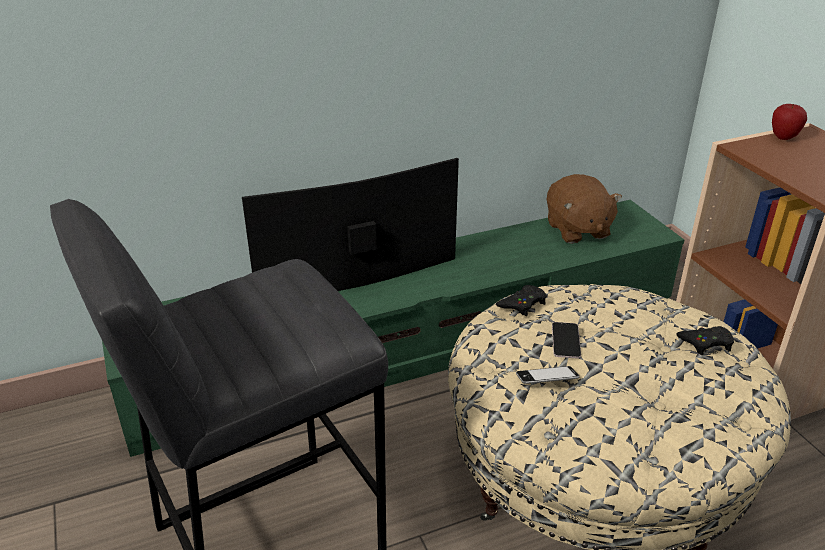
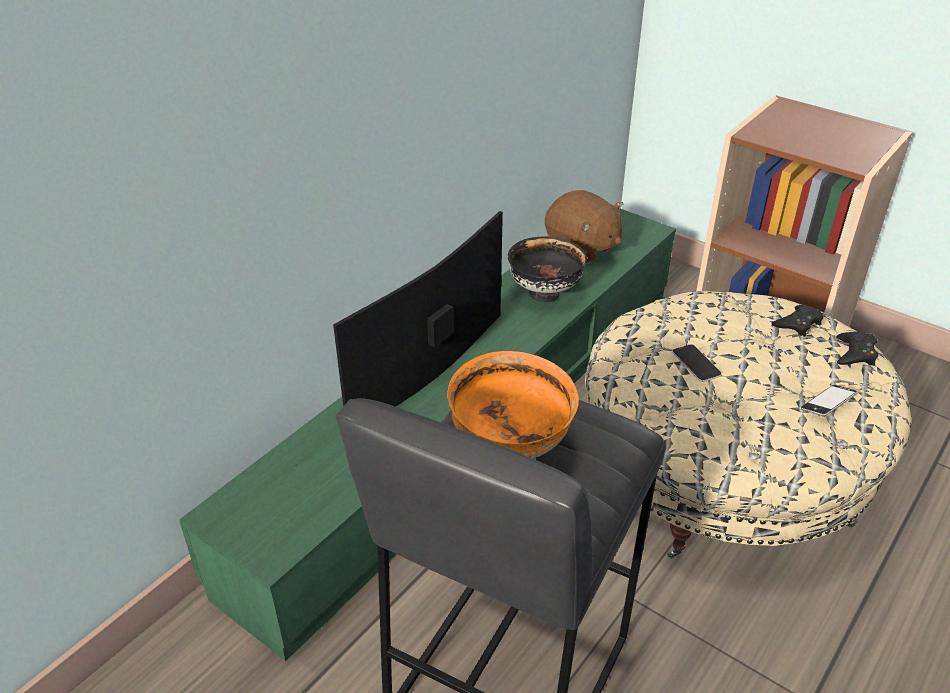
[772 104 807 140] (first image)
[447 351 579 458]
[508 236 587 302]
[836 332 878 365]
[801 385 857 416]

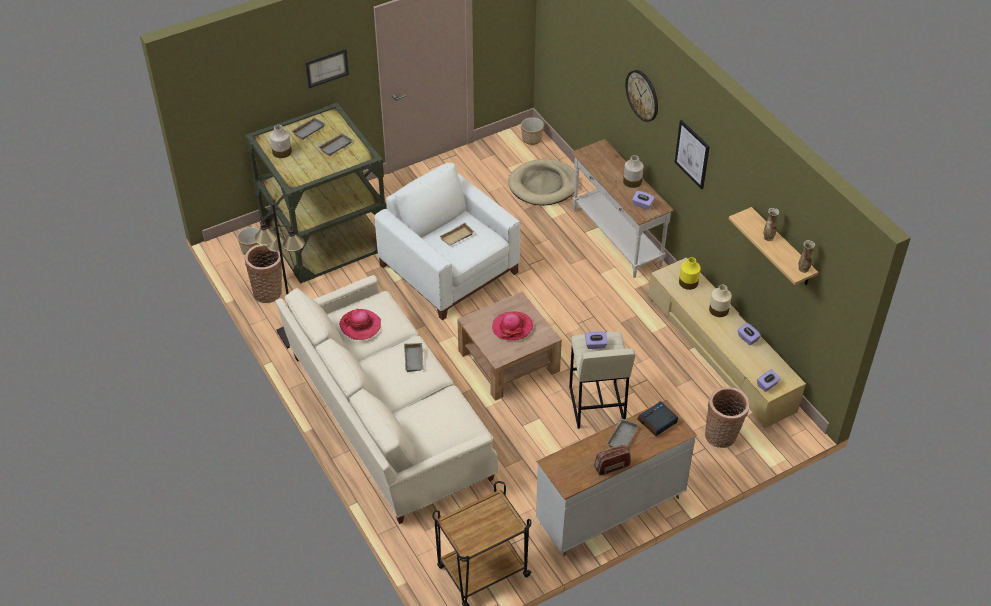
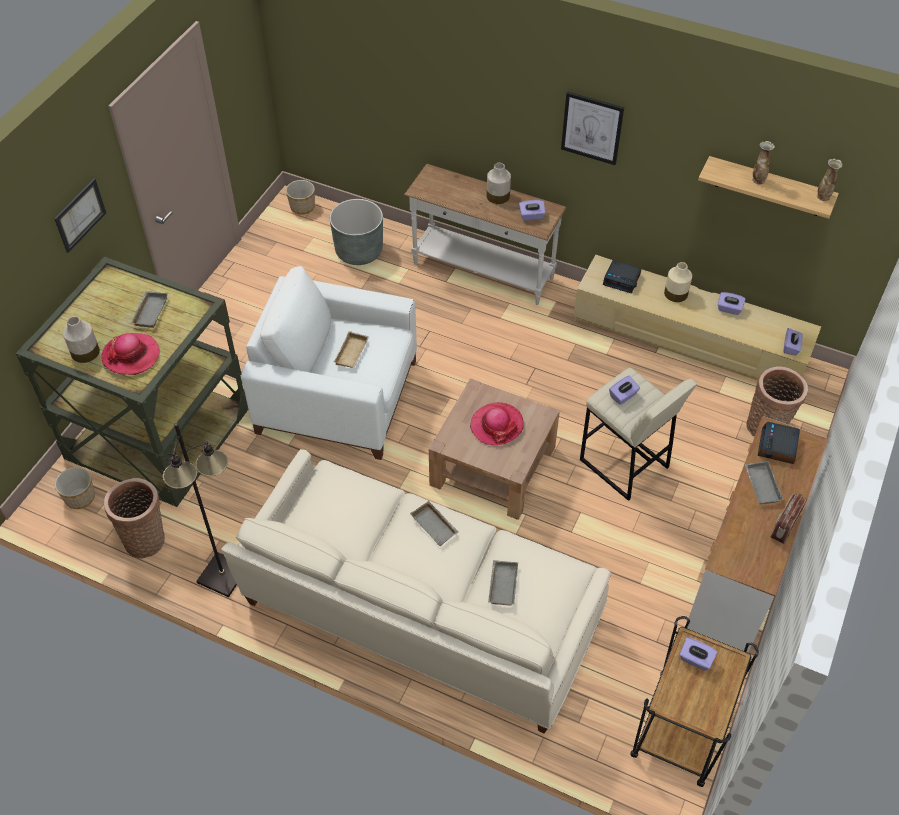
[626 70 658 122] (first image)
[679 637 717 671]
[488 560 518 605]
[101 333 160 375]
[330 199 383 265]
[603 260 642 293]

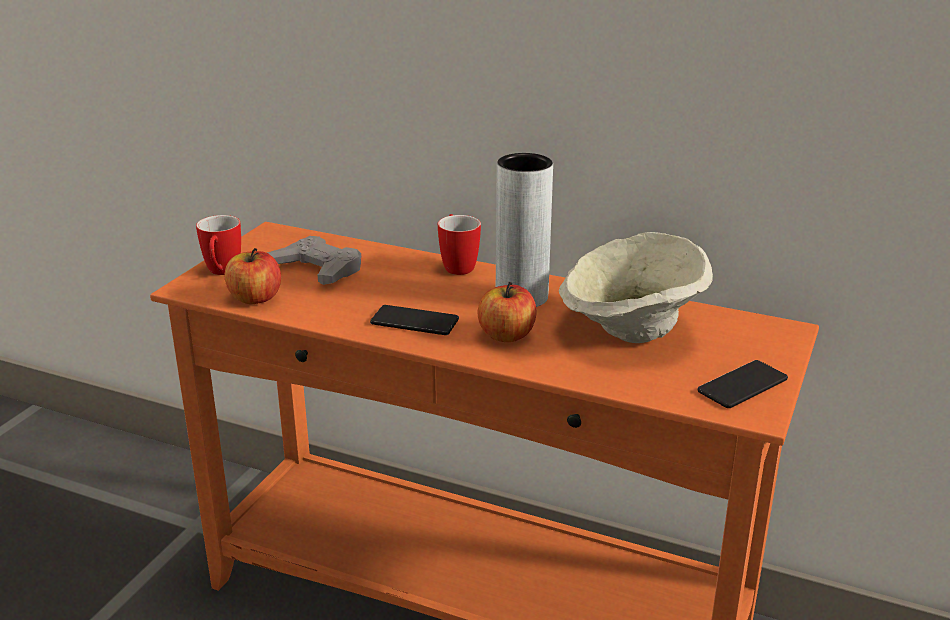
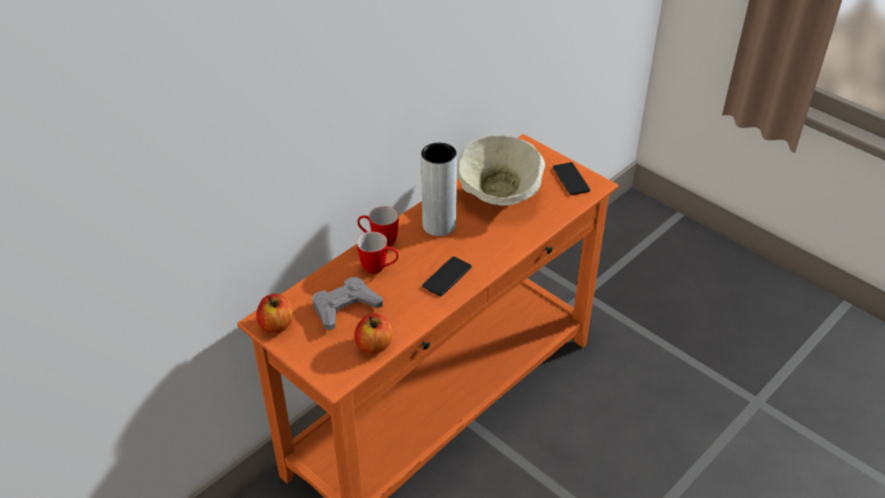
[357 232 399 274]
[256 294 293 334]

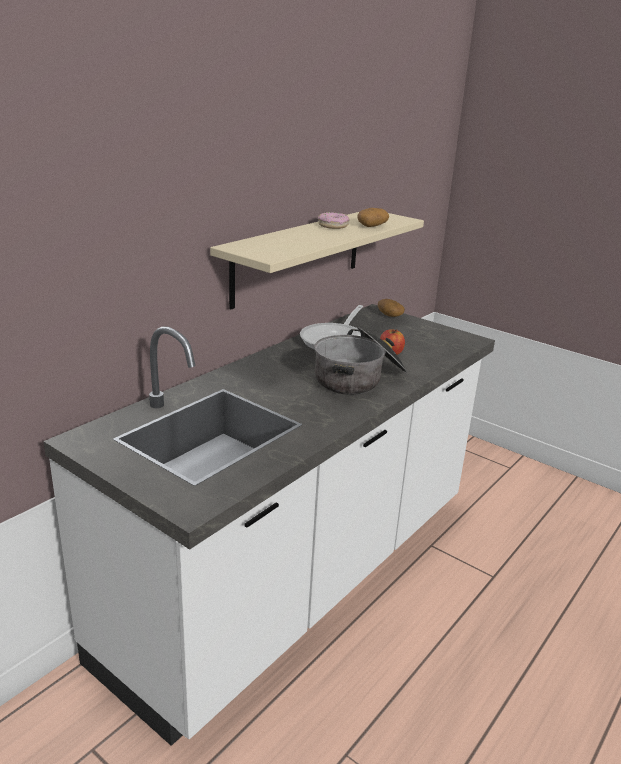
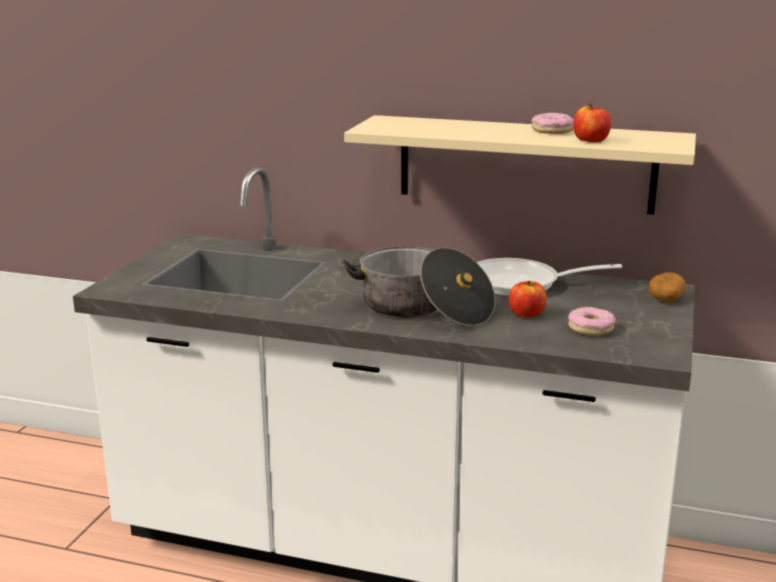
[568 307 616 336]
[573 103 611 142]

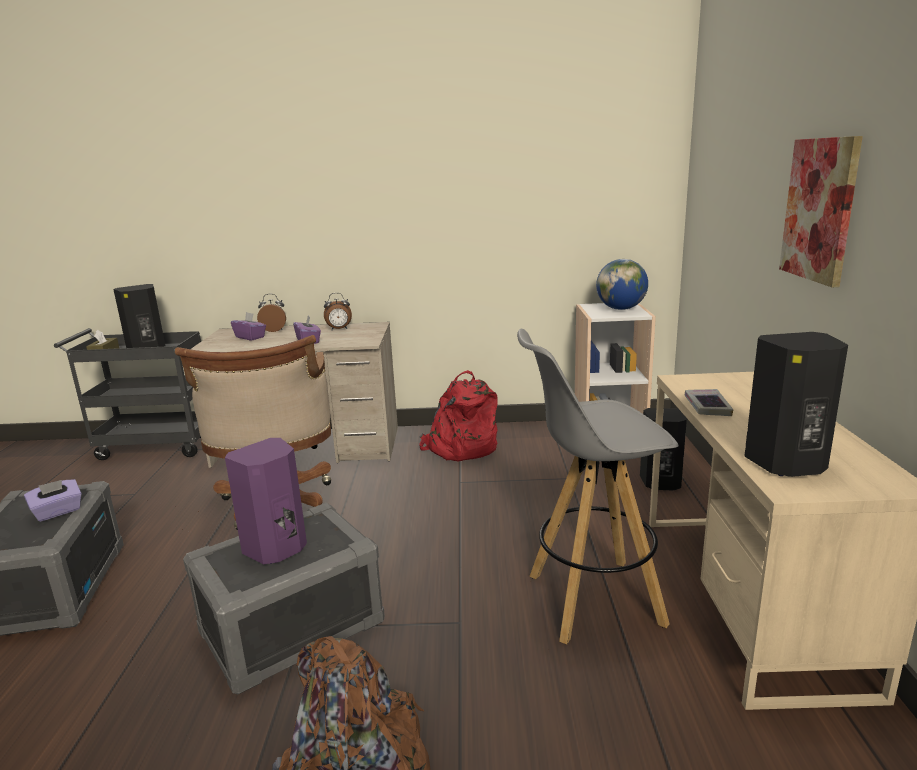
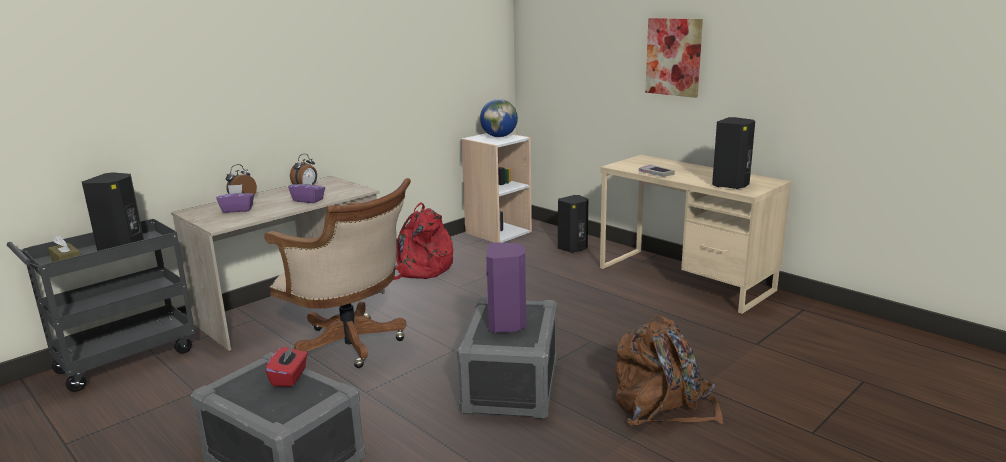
[517 329 679 644] (first image)
[265 344 308 387]

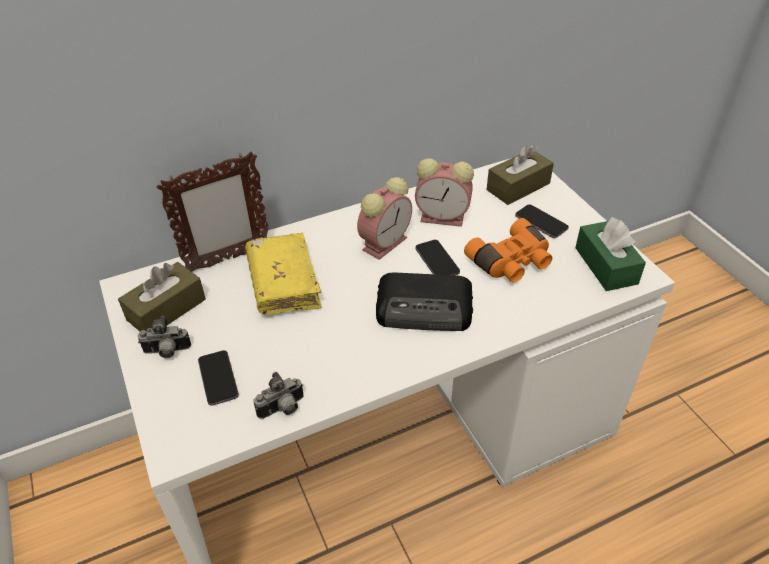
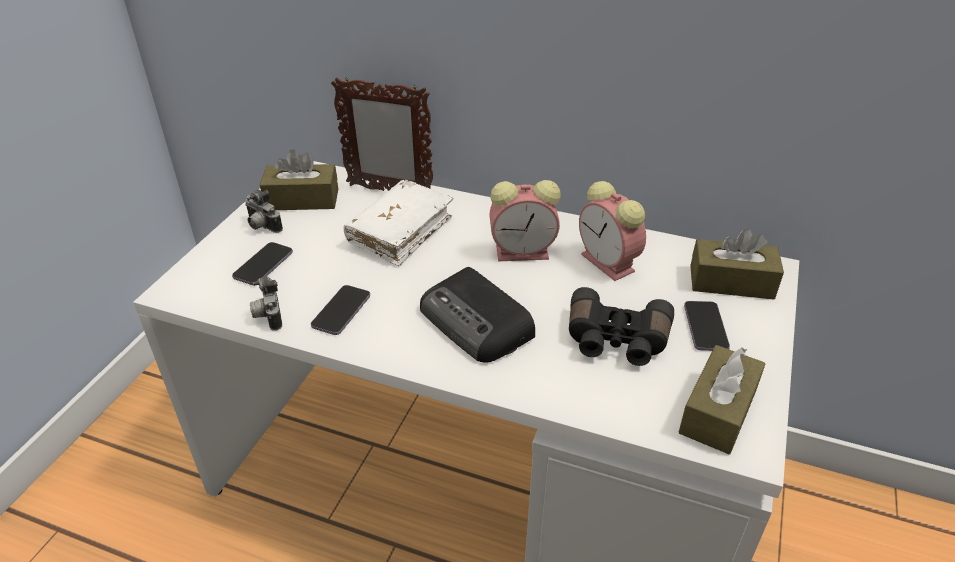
[311 285 370 335]
[344 180 453 266]
[569 287 674 366]
[678 345 766 454]
[250 276 282 331]

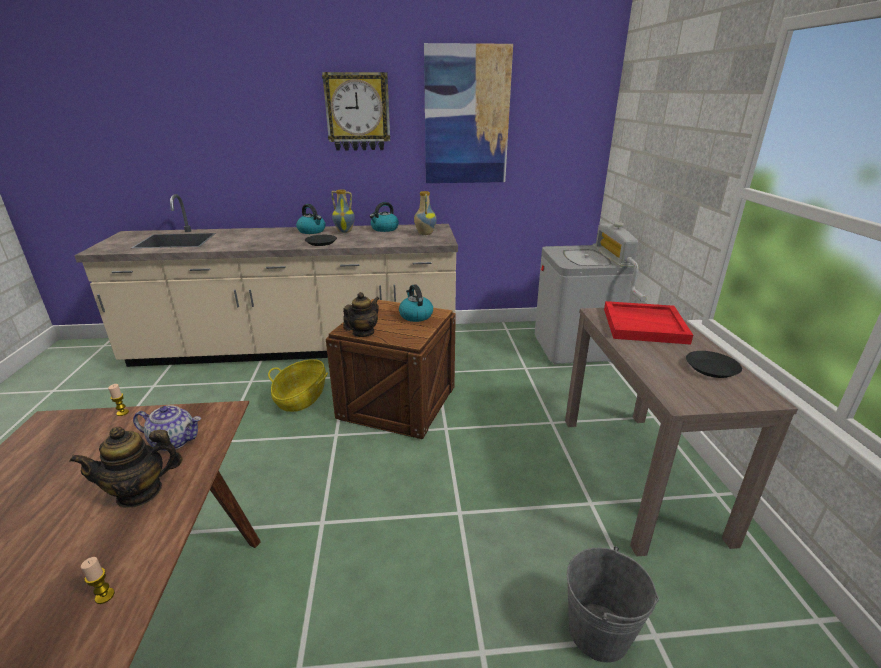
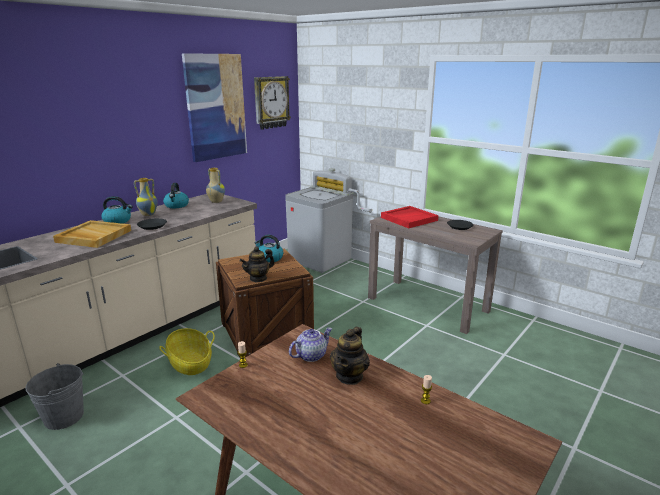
[53 220 131 248]
[254 76 291 130]
[25 363 84 430]
[240 246 275 282]

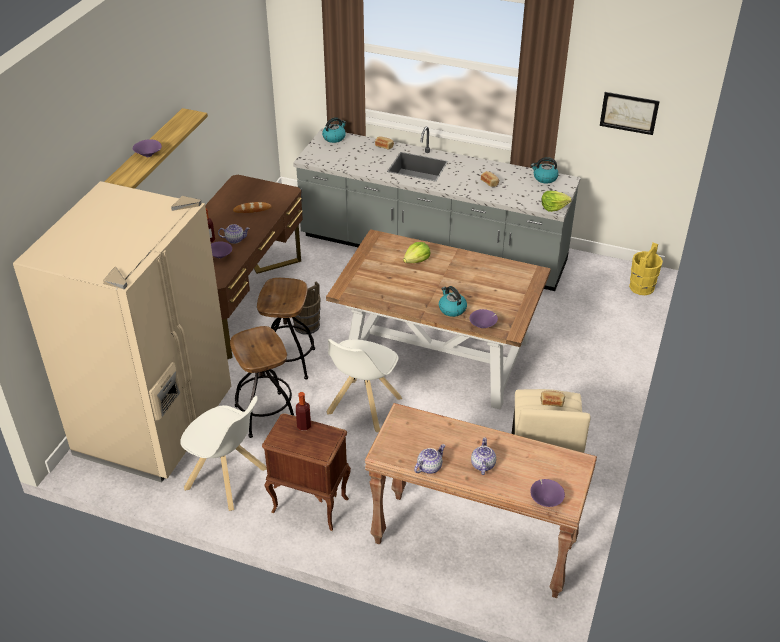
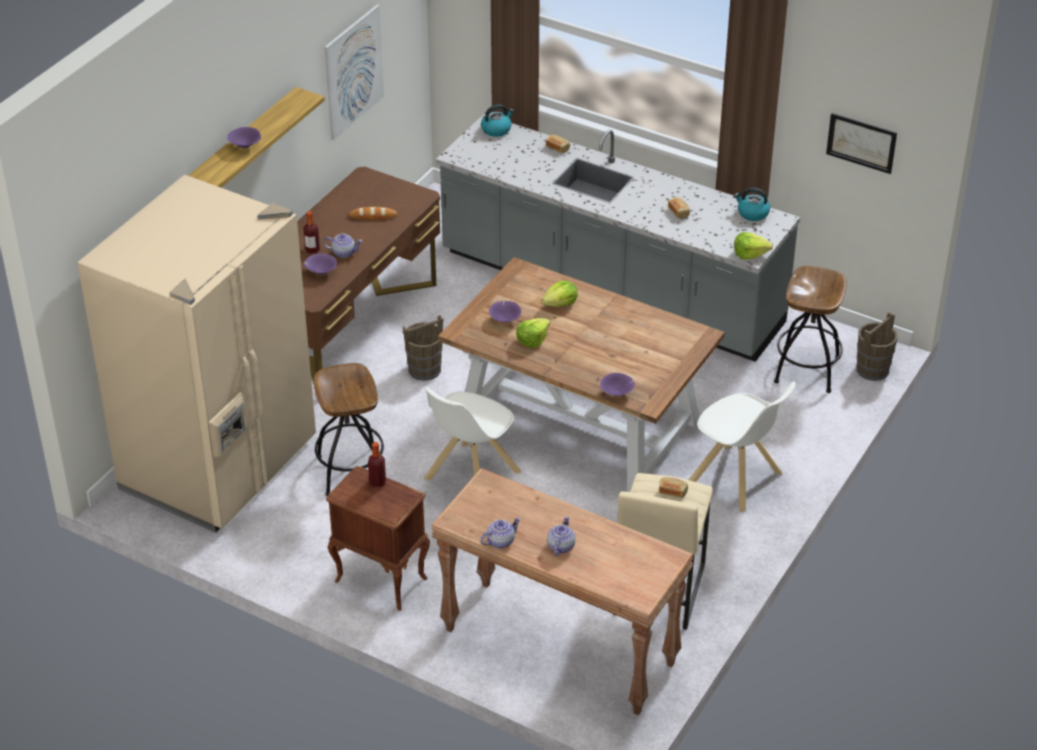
[439 286 467 317] (first image)
[324 5 384 140]
[516 318 550 348]
[689 382 796 512]
[774 266 847 393]
[489 301 521 323]
[856 312 898 381]

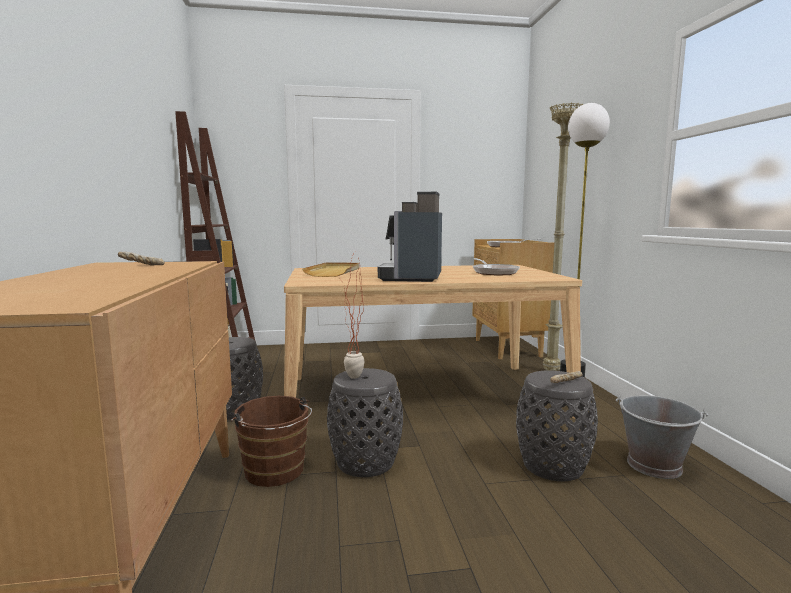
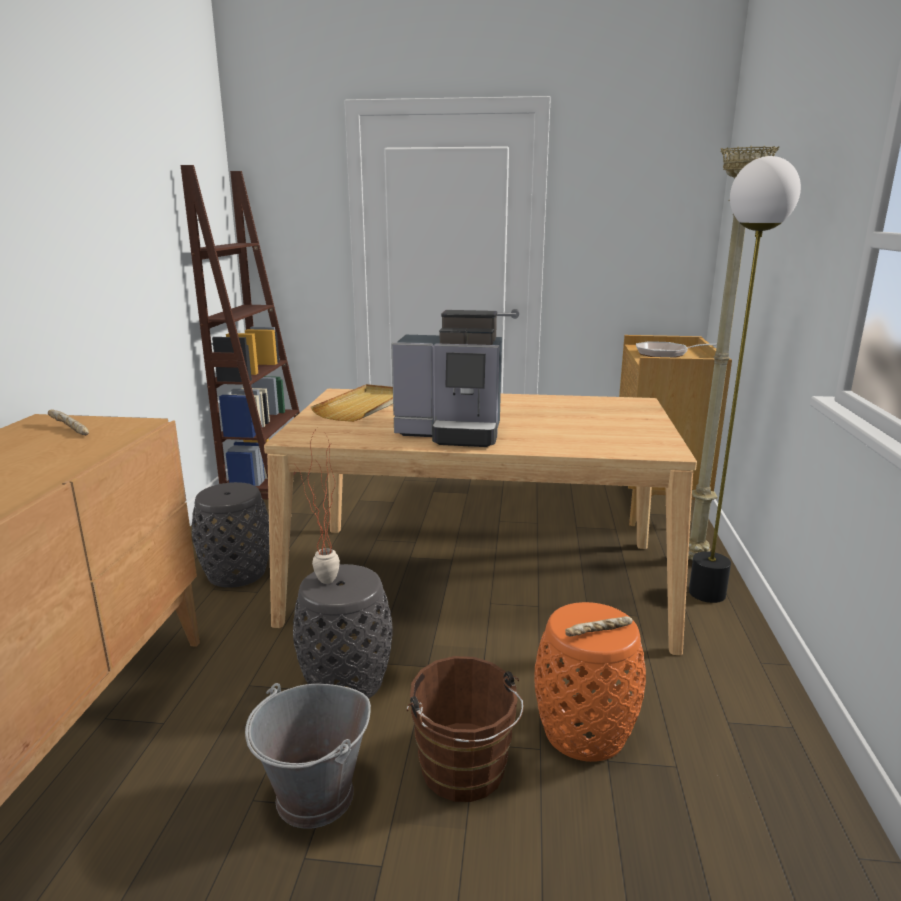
[473 258 520 276] (first image)
[407 656 524 802]
[245 683 371 829]
[534 602 646 762]
[391 310 502 447]

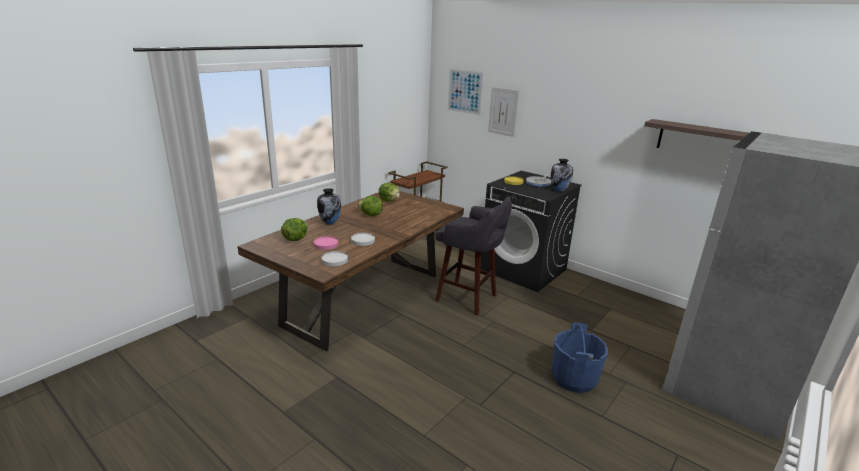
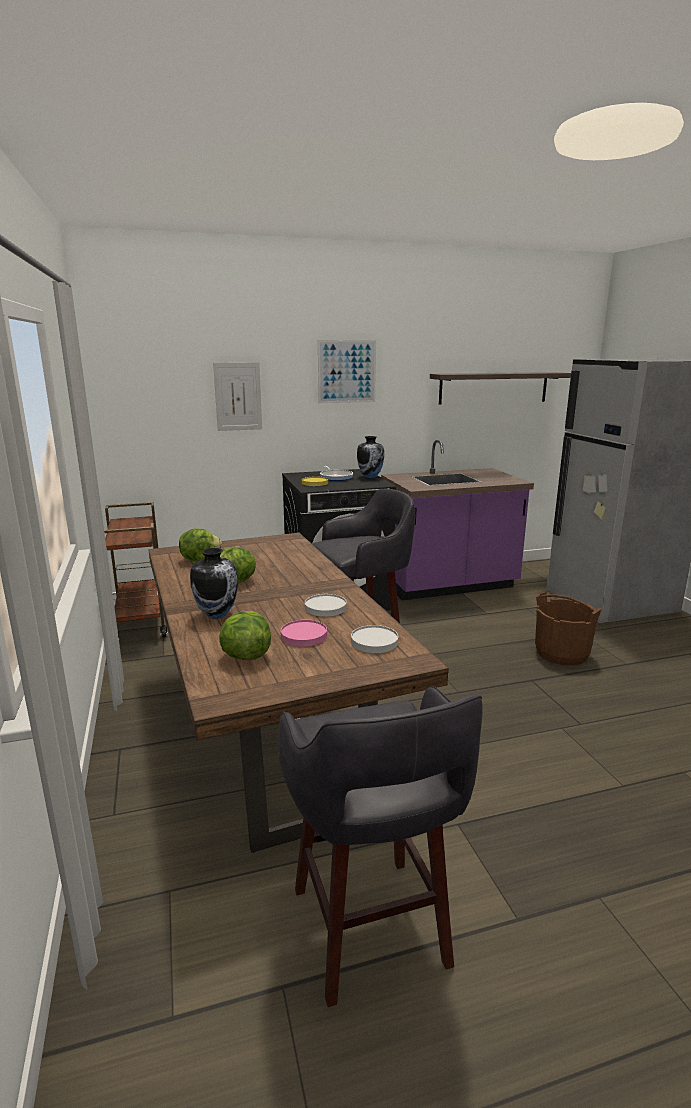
[278 686 483 1007]
[381 439 534 600]
[318 340 376 403]
[535 592 602 665]

